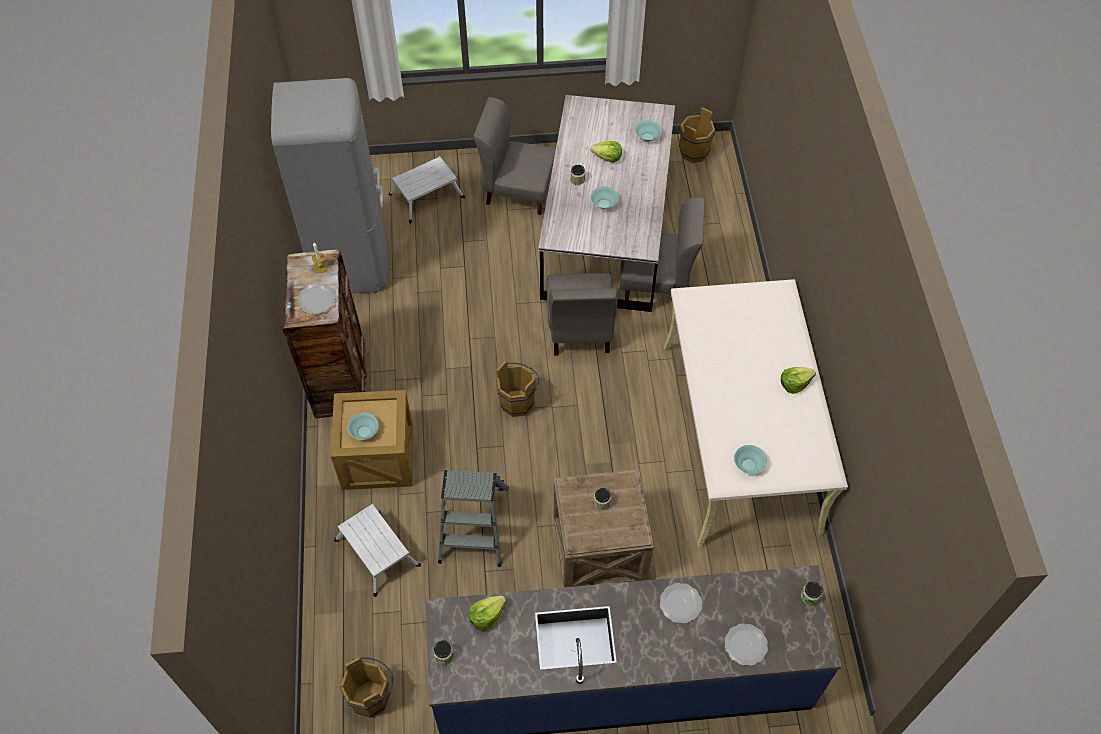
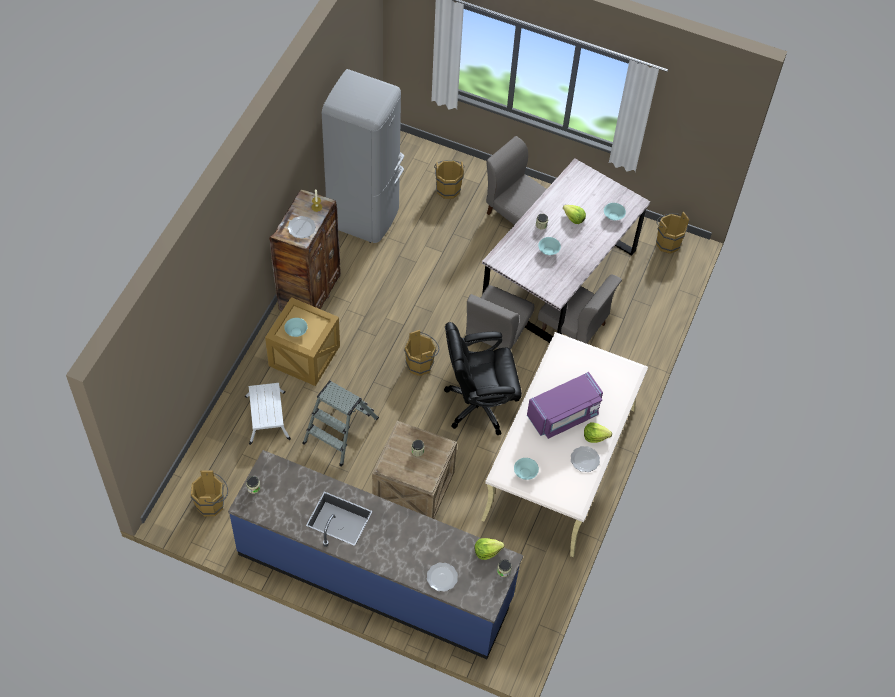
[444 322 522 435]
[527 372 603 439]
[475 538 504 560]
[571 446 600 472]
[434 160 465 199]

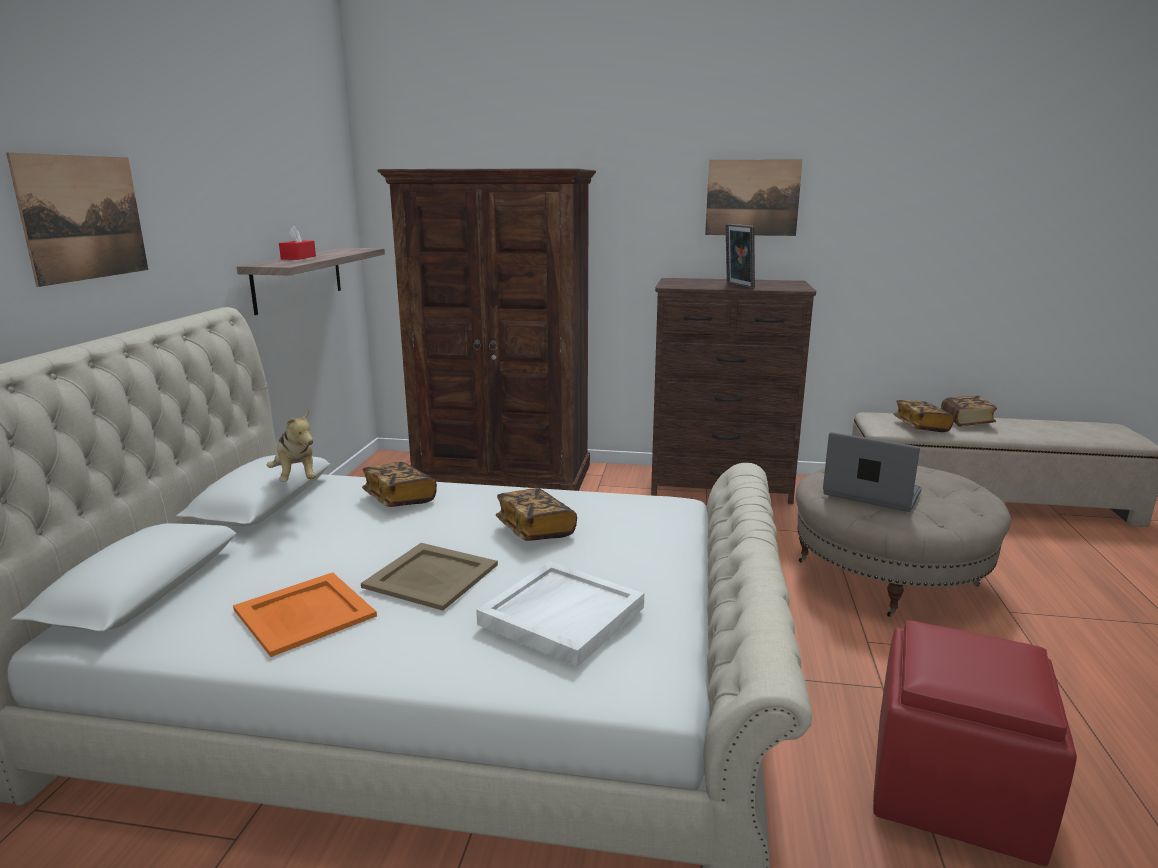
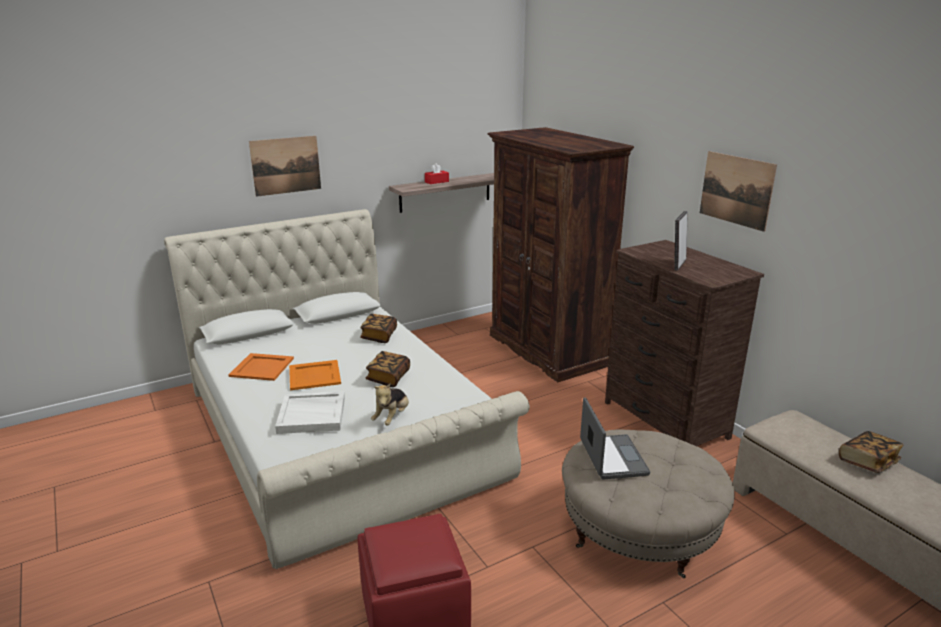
[893 400 954 432] (first image)
[371 383 409 425]
[289 360 341 390]

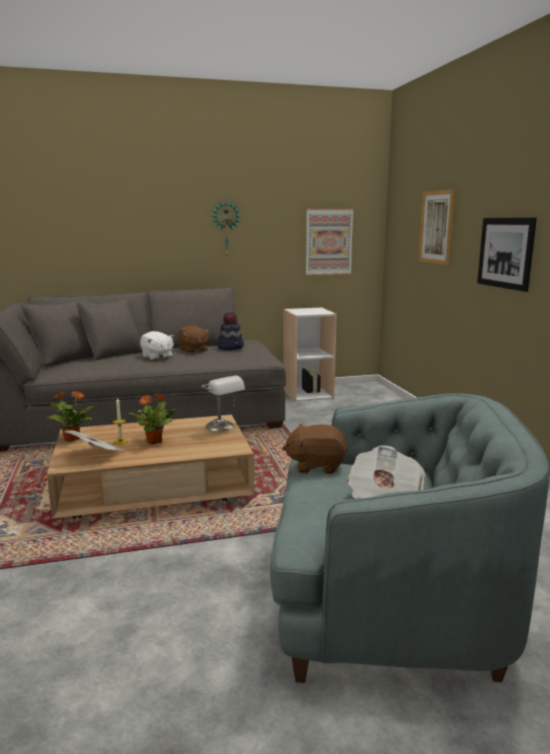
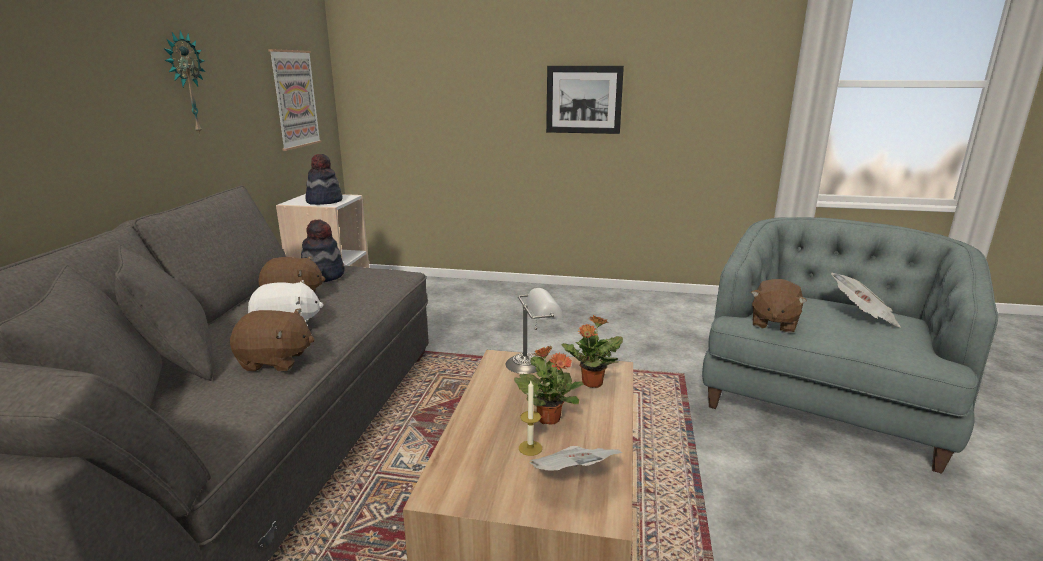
[418 189 456 265] (first image)
[230 308 315 371]
[305 154 342 205]
[561 315 623 388]

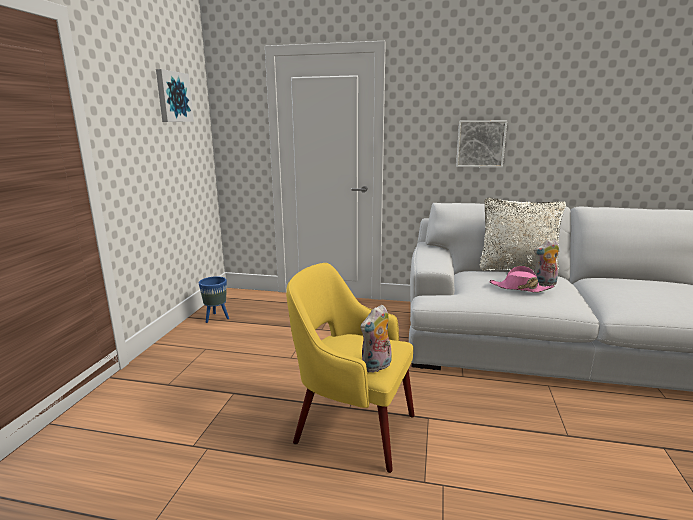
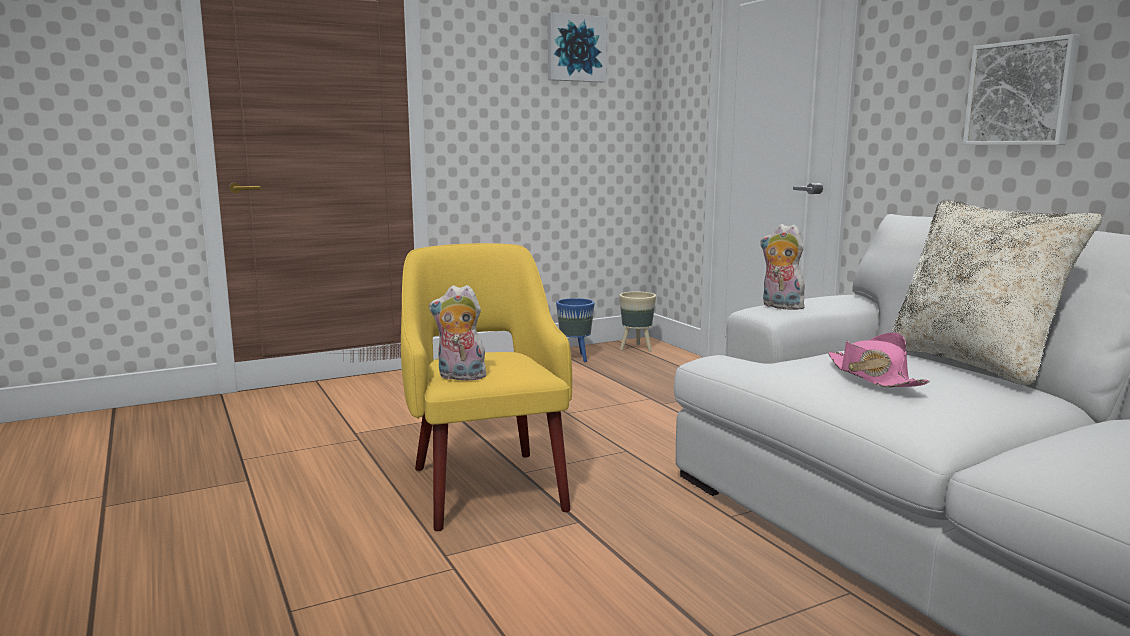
[619 292 656 352]
[760 224 805 310]

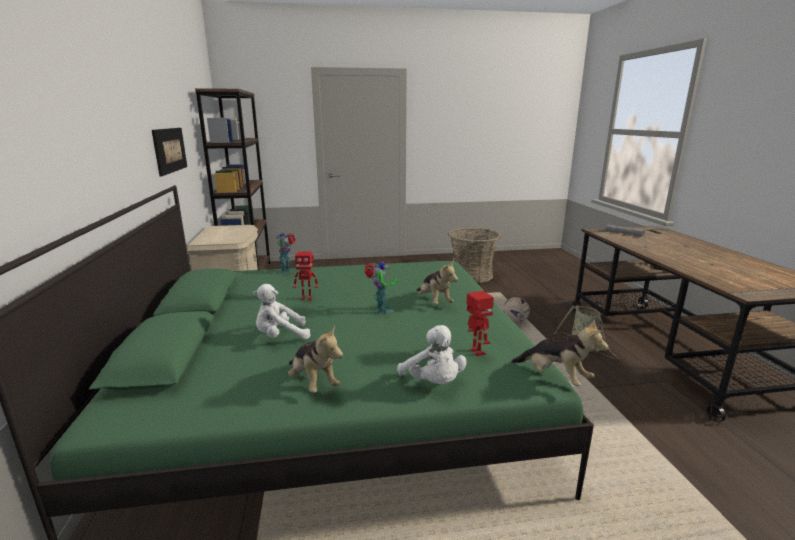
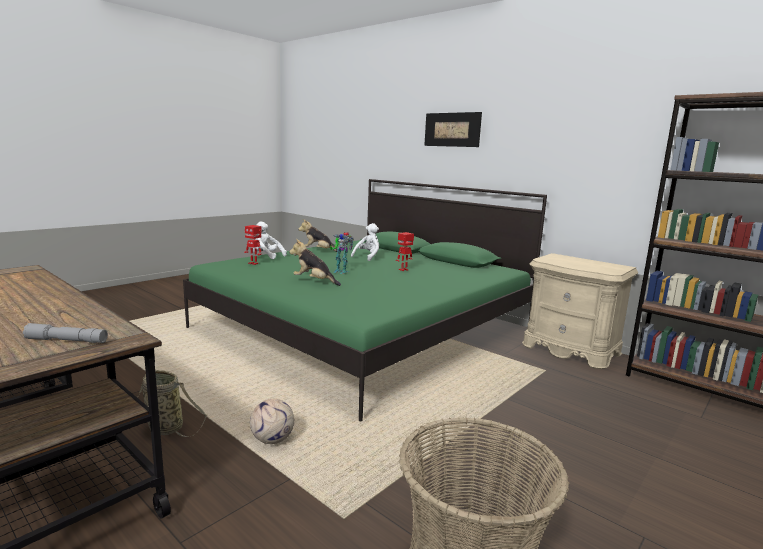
[275 233 296 275] (first image)
[511 320 608 386] (first image)
[424 112 482 147]

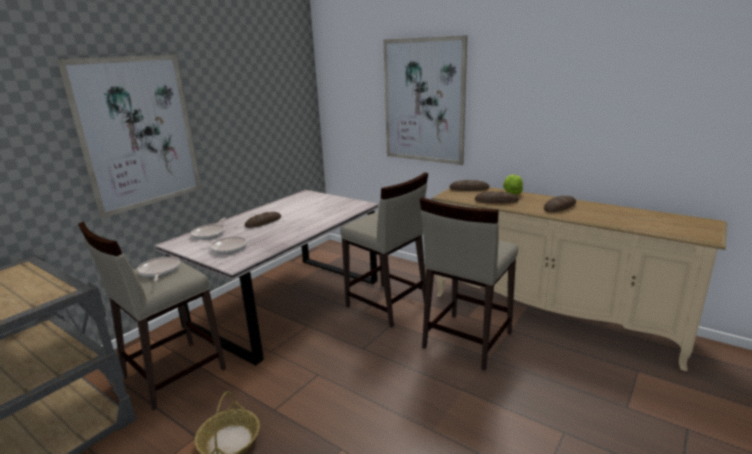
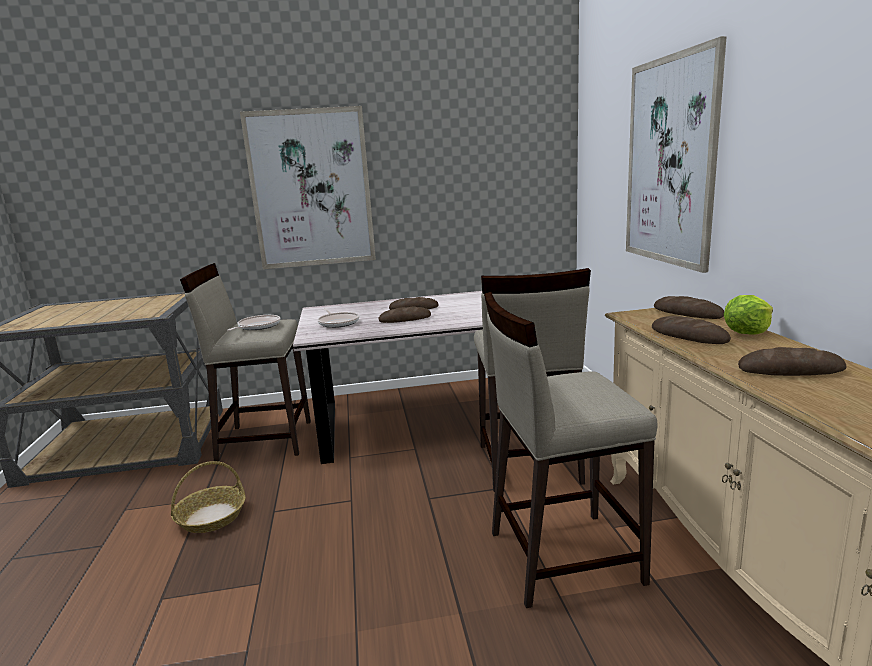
[190 217 225 240] (first image)
[379 307 431 323]

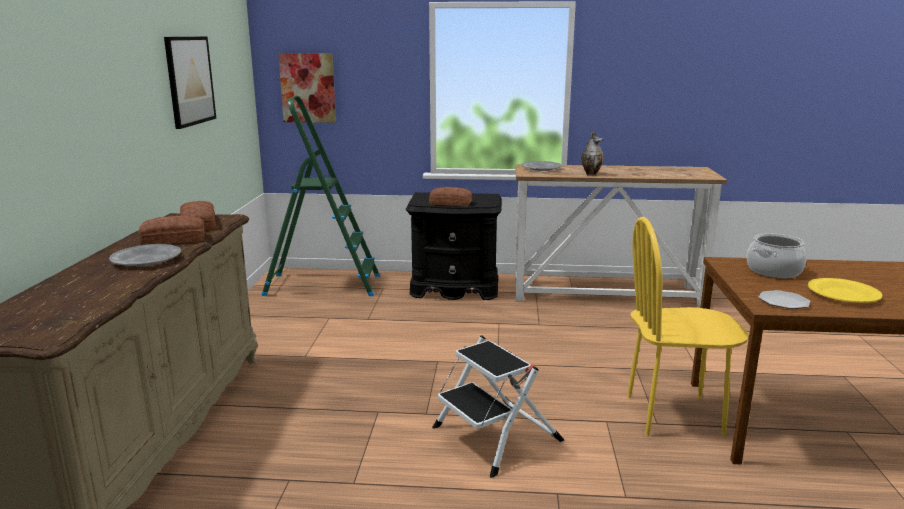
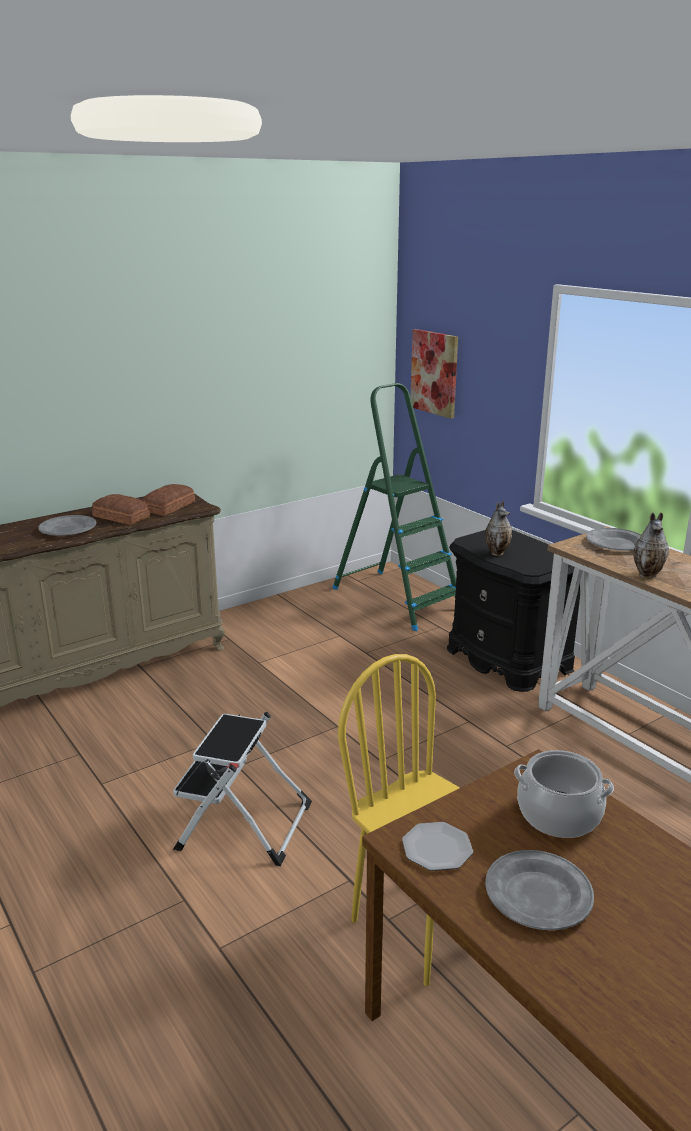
[164 37 216 129] (first image)
[485 501 512 556]
[485 850 594 930]

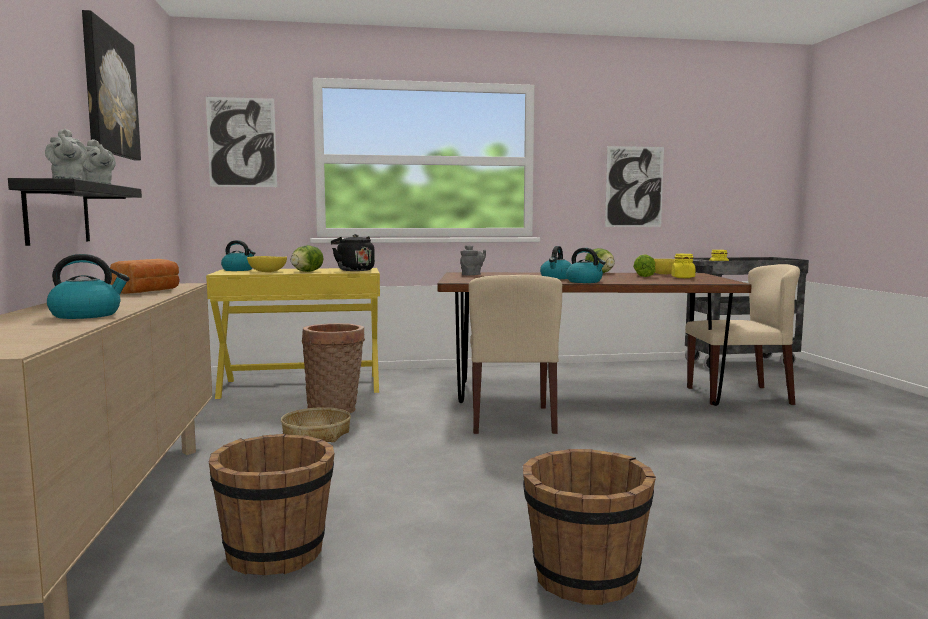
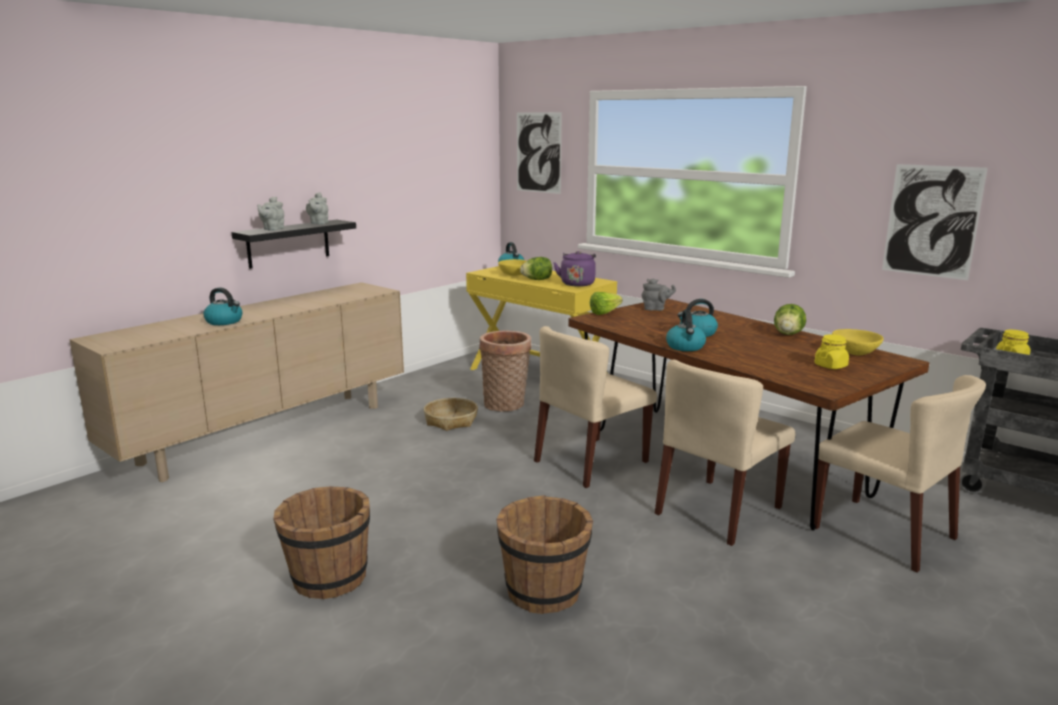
[82 10 141 160] (first image)
[110 259 180 294] (first image)
[655 359 795 546]
[496 495 593 614]
[590 292 623 315]
[553 251 596 287]

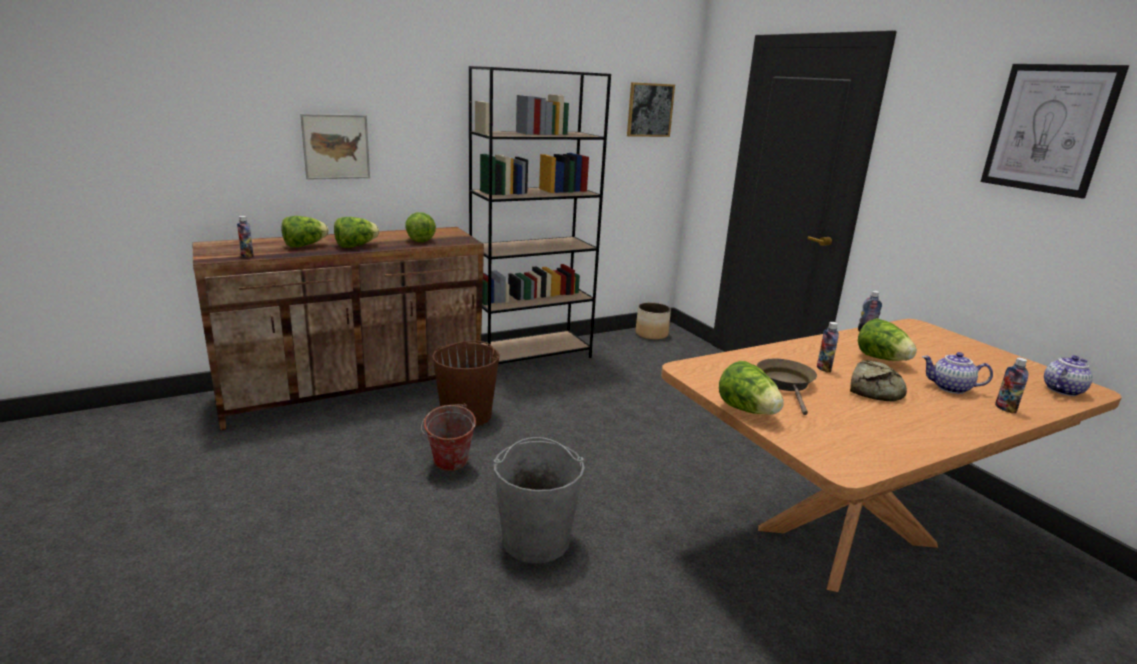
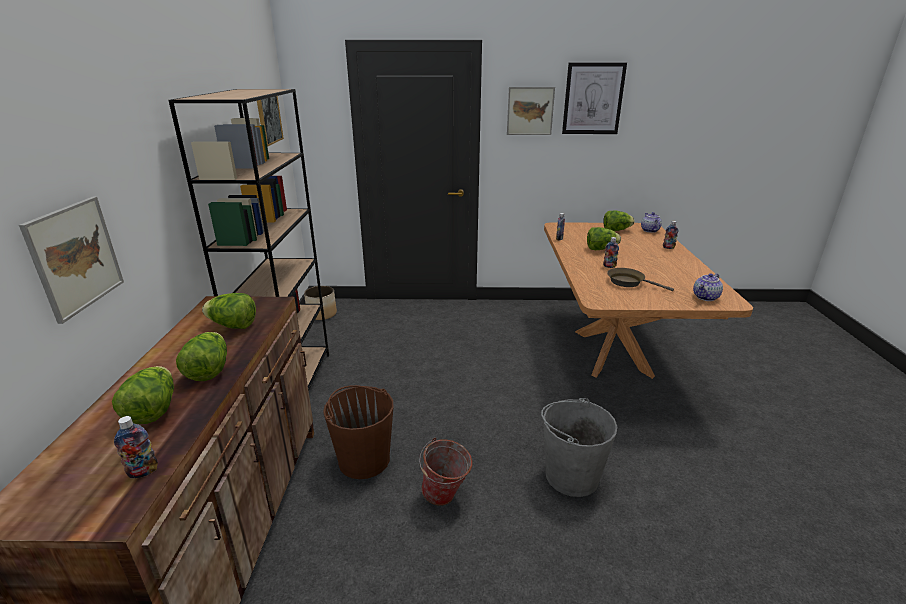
[850 360 907 402] (first image)
[507 87 555 135]
[603 210 635 231]
[693 273 723 301]

